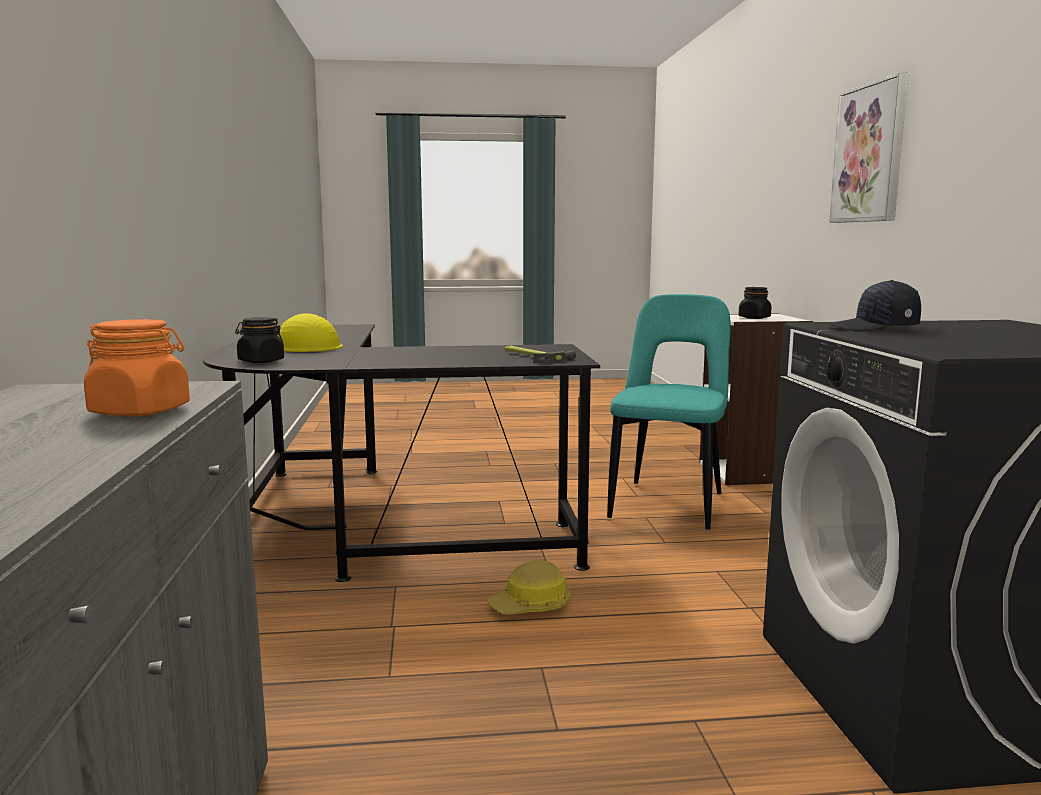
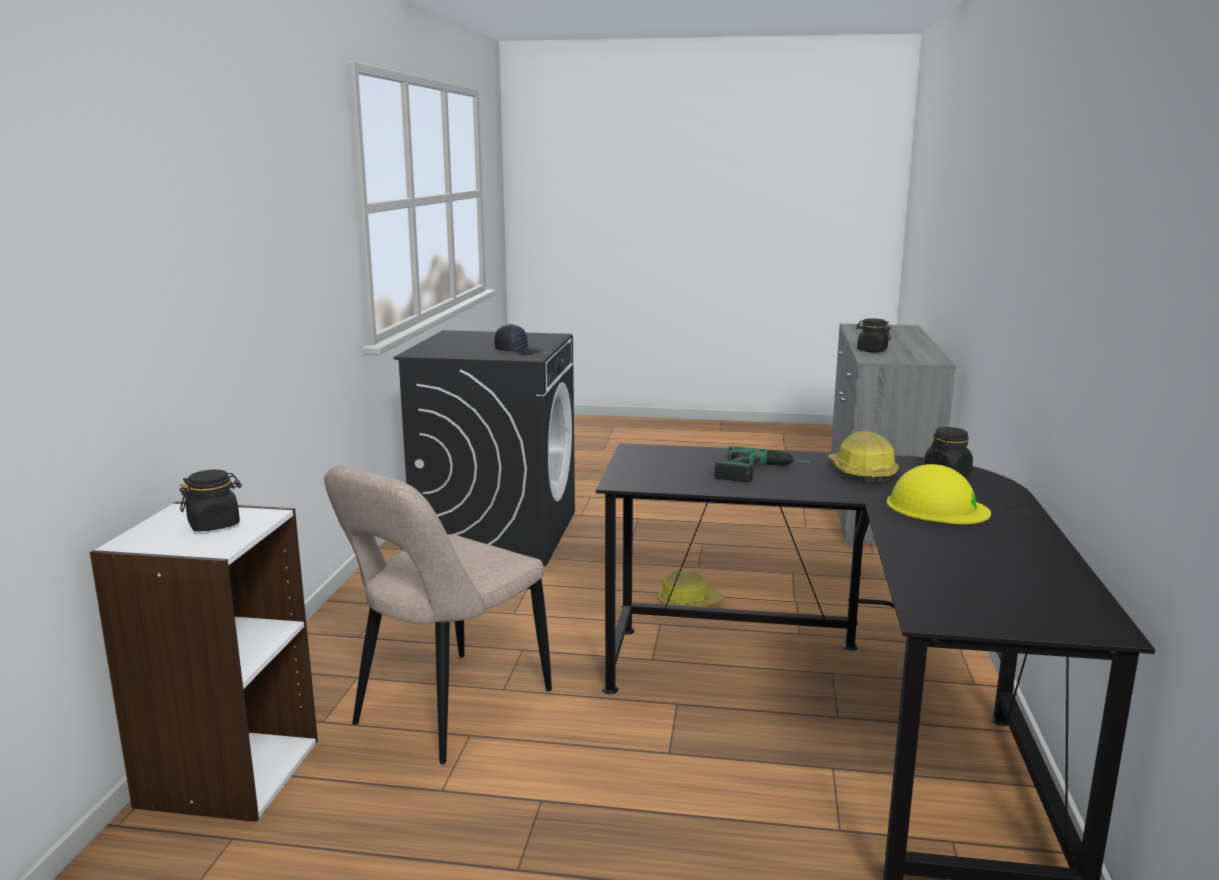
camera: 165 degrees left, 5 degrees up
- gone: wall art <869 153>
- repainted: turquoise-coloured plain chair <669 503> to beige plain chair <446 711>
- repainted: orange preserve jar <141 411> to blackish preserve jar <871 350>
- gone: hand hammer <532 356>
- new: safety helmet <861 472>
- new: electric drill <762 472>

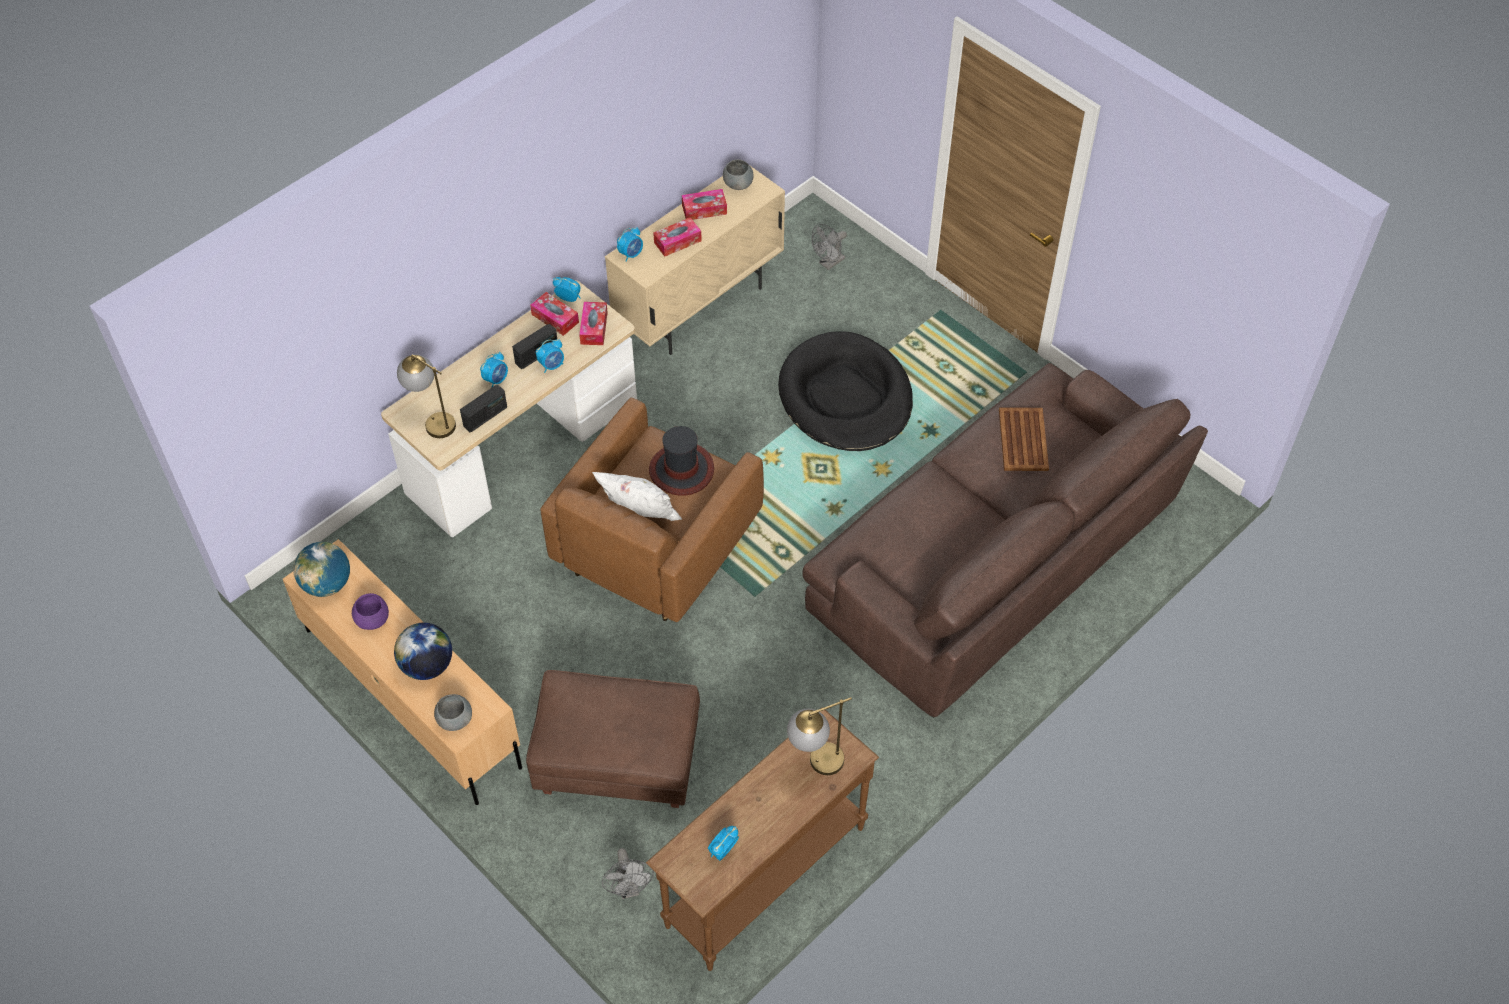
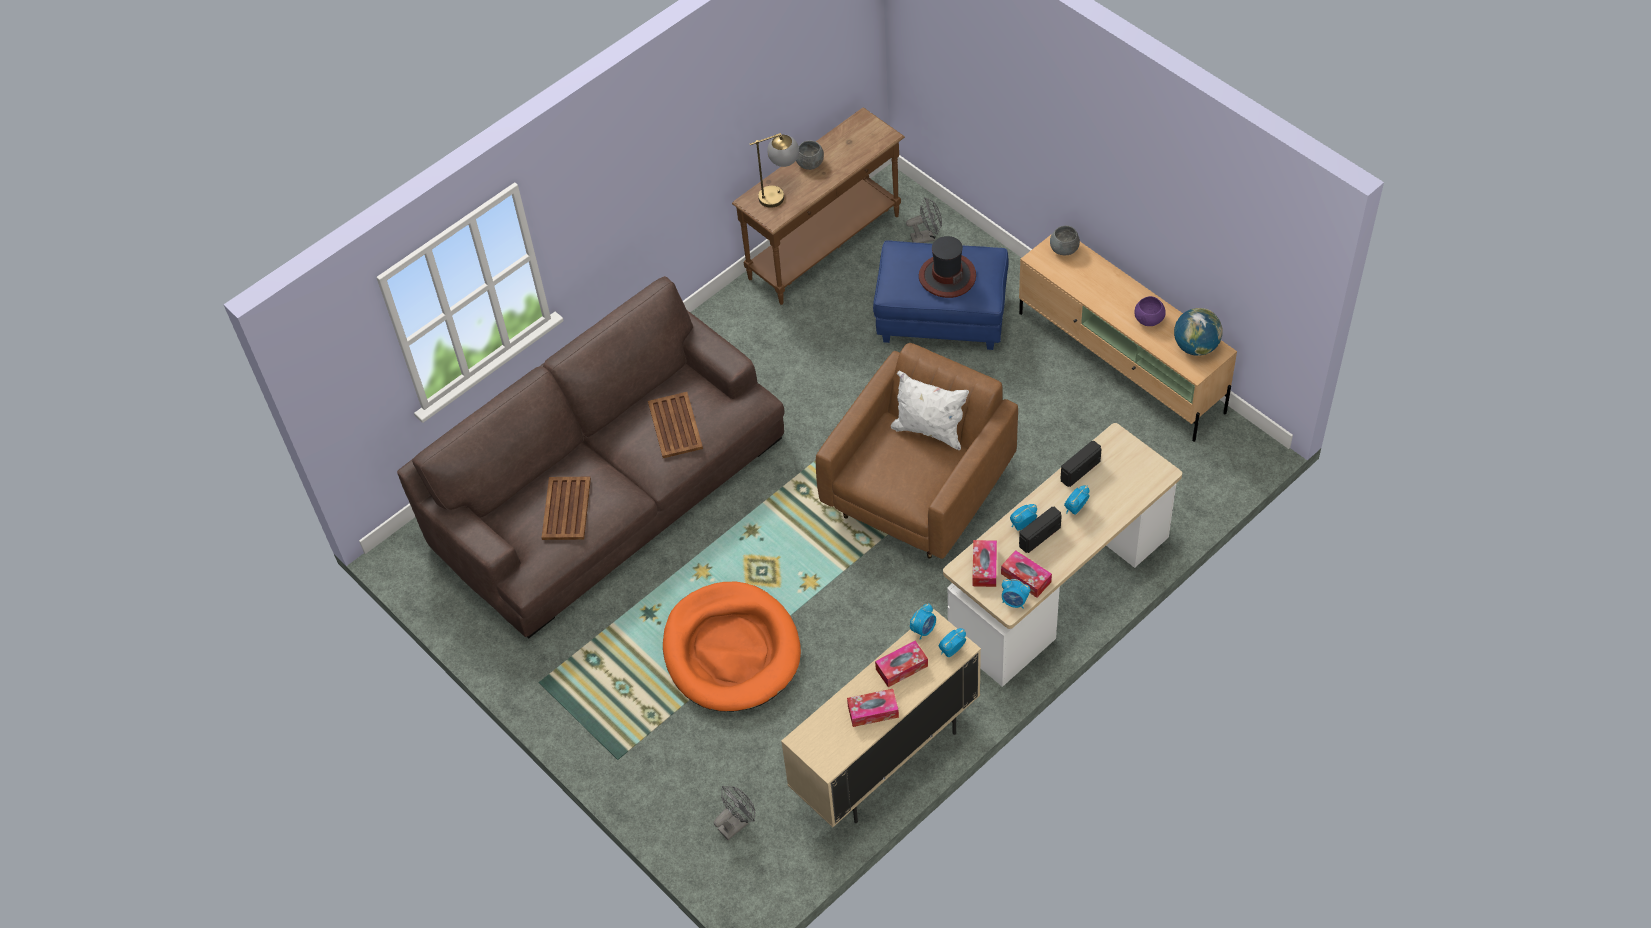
camera: 175 degrees left, 0 degrees up
- shifted: grey deep dish <738 184> to <810 164>
- repainted: blackish dog bed <845 397> to orange dog bed <731 650>
- gone: table lamp <432 421>
- shifted: clothing hat <681 470> to <947 276>
- gone: world globe <427 665>
- repainted: brown-coloured ottoman <618 762> to blue-coloured ottoman <941 319>
- shifted: table clock <723 851> to <923 629>
- rotated: grey cooling fan <629 888> = <926 237> 90 degrees clockwise
- new: brown-coloured carrying tray <675 425>

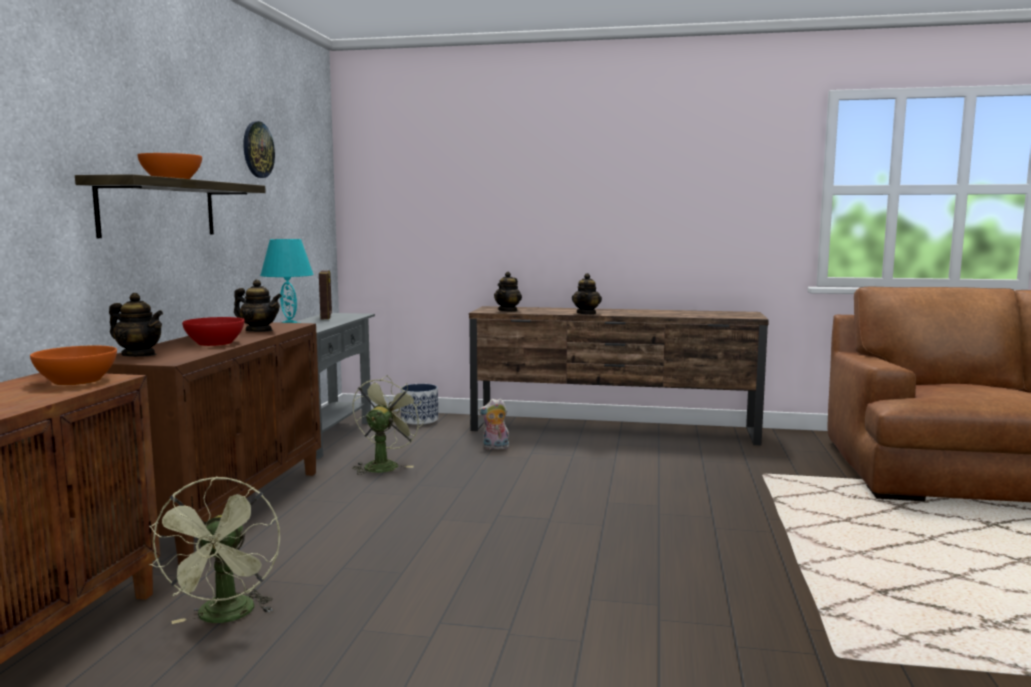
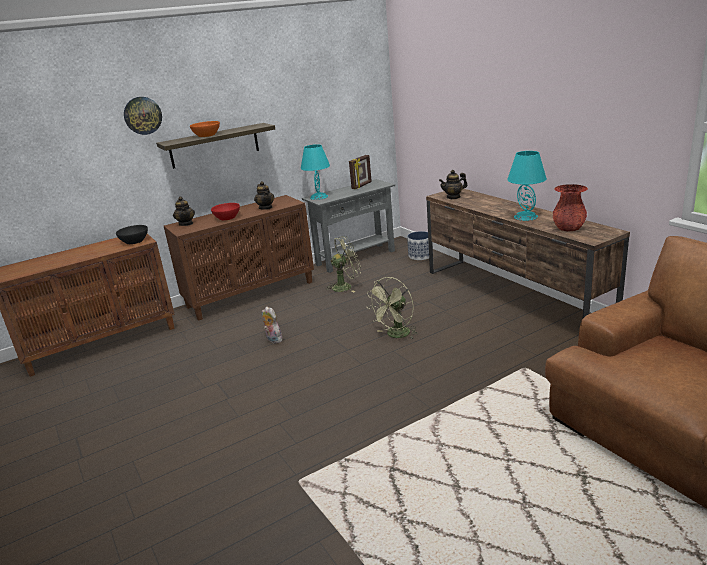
camera: 50 degrees right, 15 degrees up
- shifted: wall clock <257 149> to <142 115>
- gone: pot for tea <586 313>
- repainted: orange deep dish <77 381> to blackish deep dish <134 241>
- shifted: cuddly toy <495 448> to <273 340>
- shifted: green cooling fan <225 617> to <395 335>
- new: turquoise-coloured table lamp <525 217>
- new: red-coloured vase <568 228>

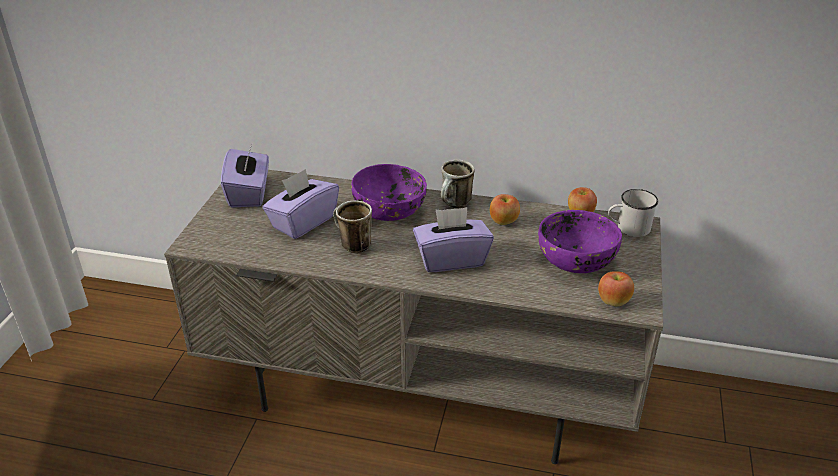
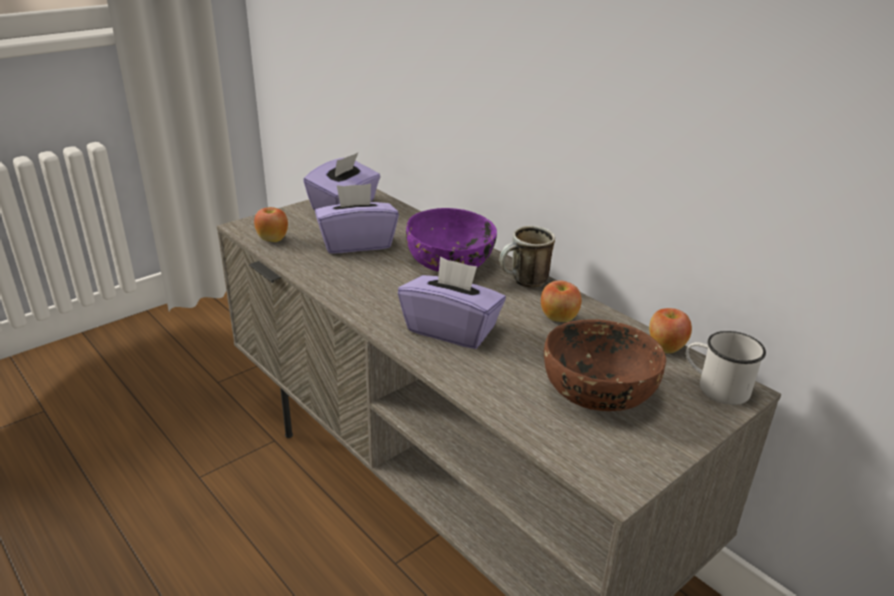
camera: 35 degrees right, 5 degrees down
- gone: mug <351 244>
- repainted: purple-coloured deep dish <576 259> to brown-coloured deep dish <599 390>
- shifted: whole apple <613 301> to <273 239>

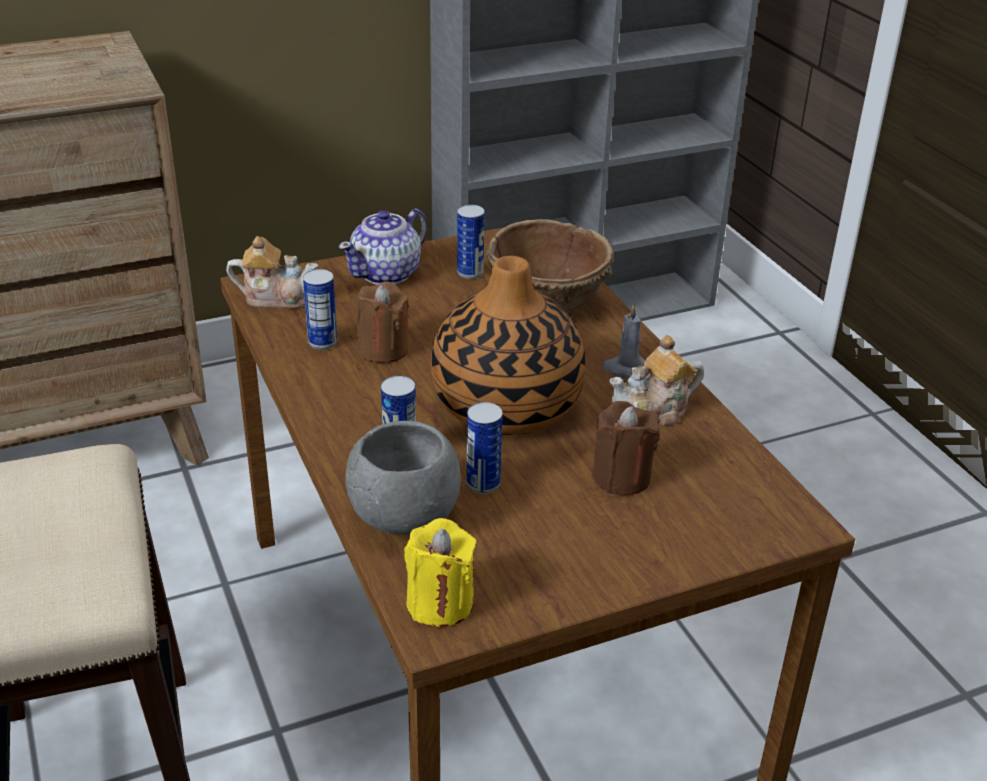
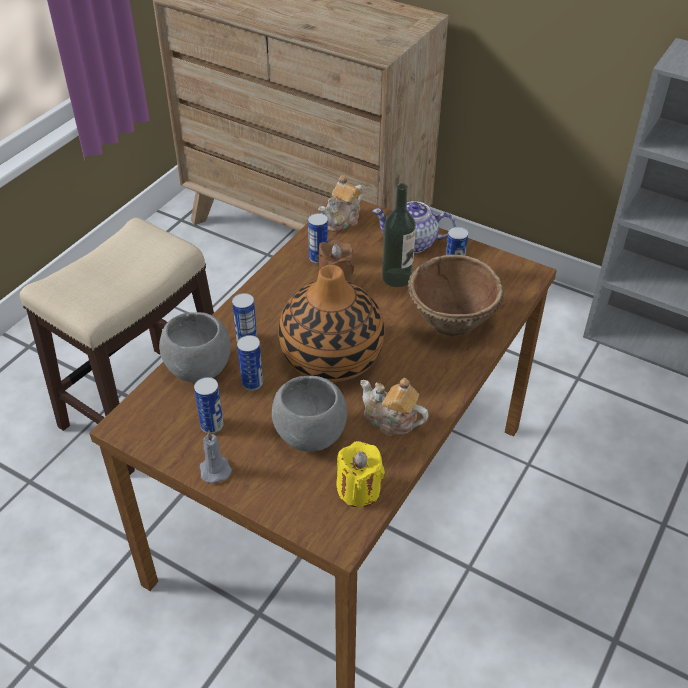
camera: 55 degrees right, 10 degrees up
- rotated: pot for tea <276 297> = <342 220> 75 degrees clockwise
- shifted: grey wax light <625 369> to <214 469>
- swapped: brown-coloured wax light <621 477> to grey deep dish <310 435>
- shifted: yellow wax light <440 603> to <359 490>
- new: bottle <397 277>
- new: sealed can <212 426>

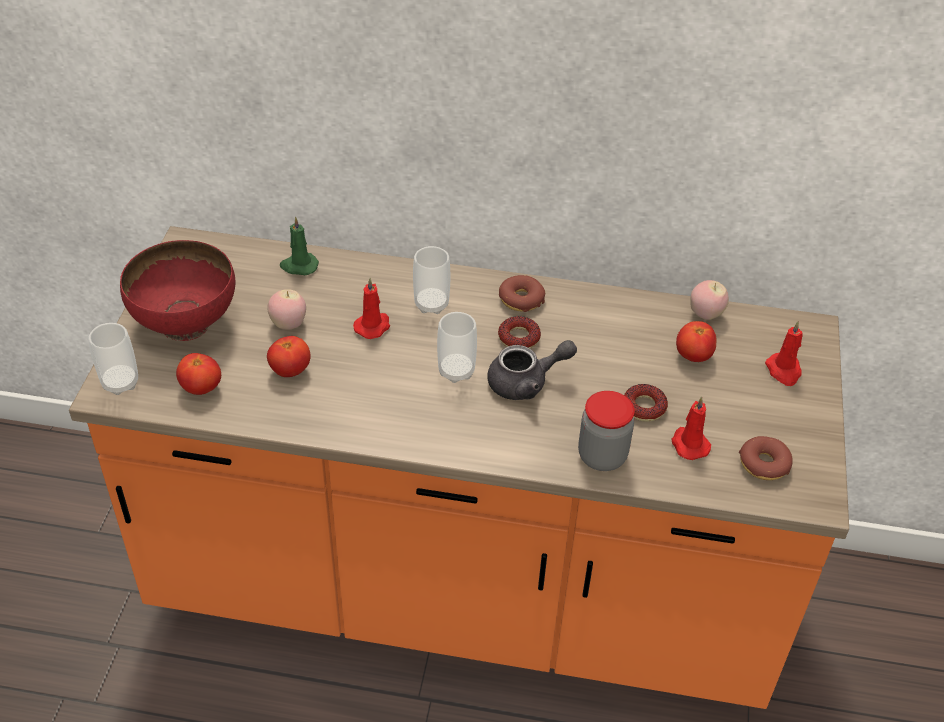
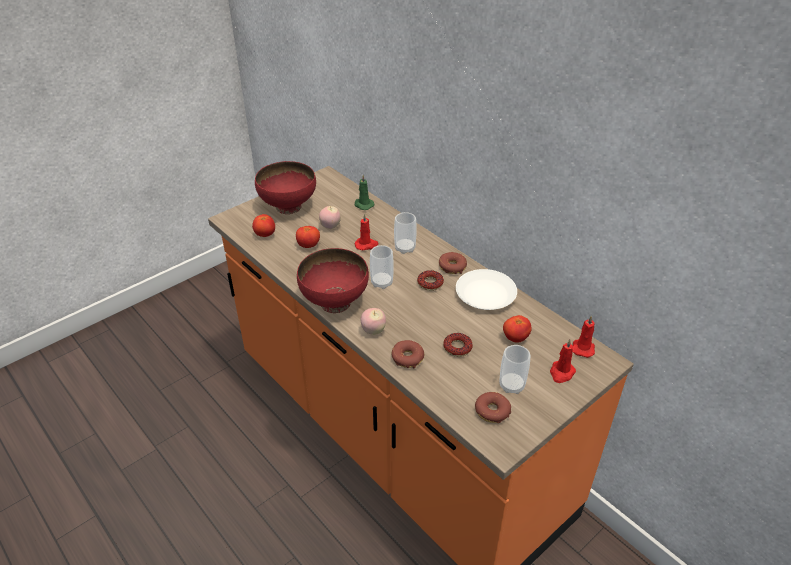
camera: 40 degrees right, 5 degrees down
- shifted: whole apple <705 314> to <373 331>
- shifted: cup <120 383> to <511 385>
- gone: grey pot for tea <526 382>
- swapped: preserve jar <602 456> to doughnut <407 358>
- shifted: red-coloured wax light <689 444> to <583 348>
- new: red-coloured deep dish <334 302>
- new: whitish flat dish <484 294>

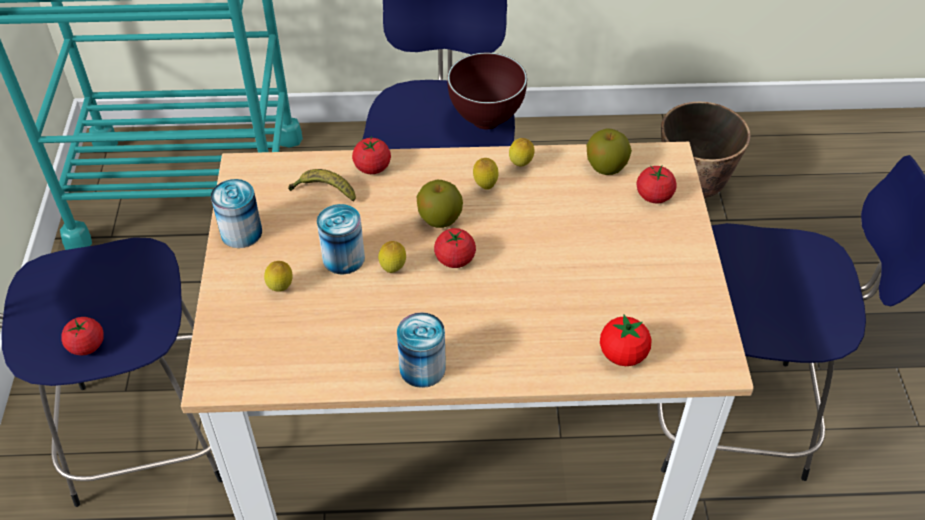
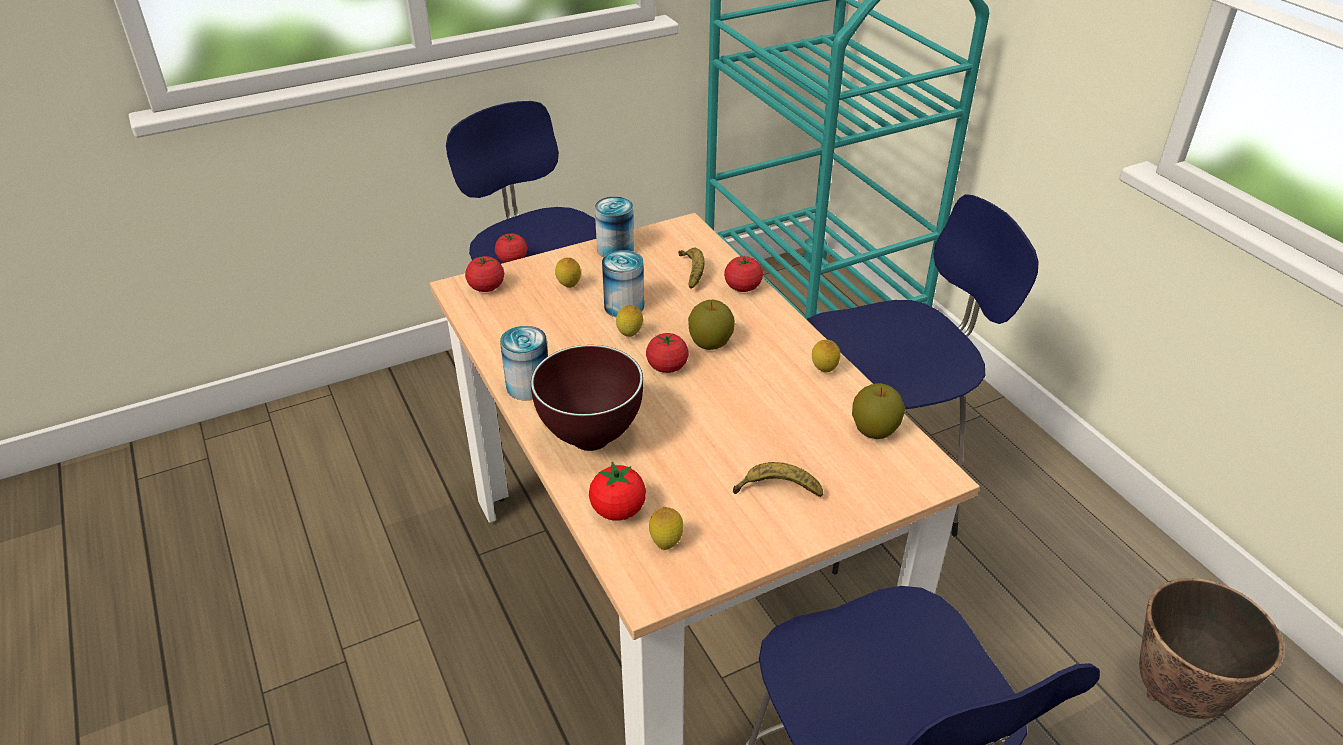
camera: 65 degrees right, 10 degrees down
- shifted: brown-coloured deep dish <485 120> to <592 437>
- shifted: whole lemon <485 186> to <666 544>
- shifted: whole tomato <654 196> to <486 287>
- new: banana <777 489>

